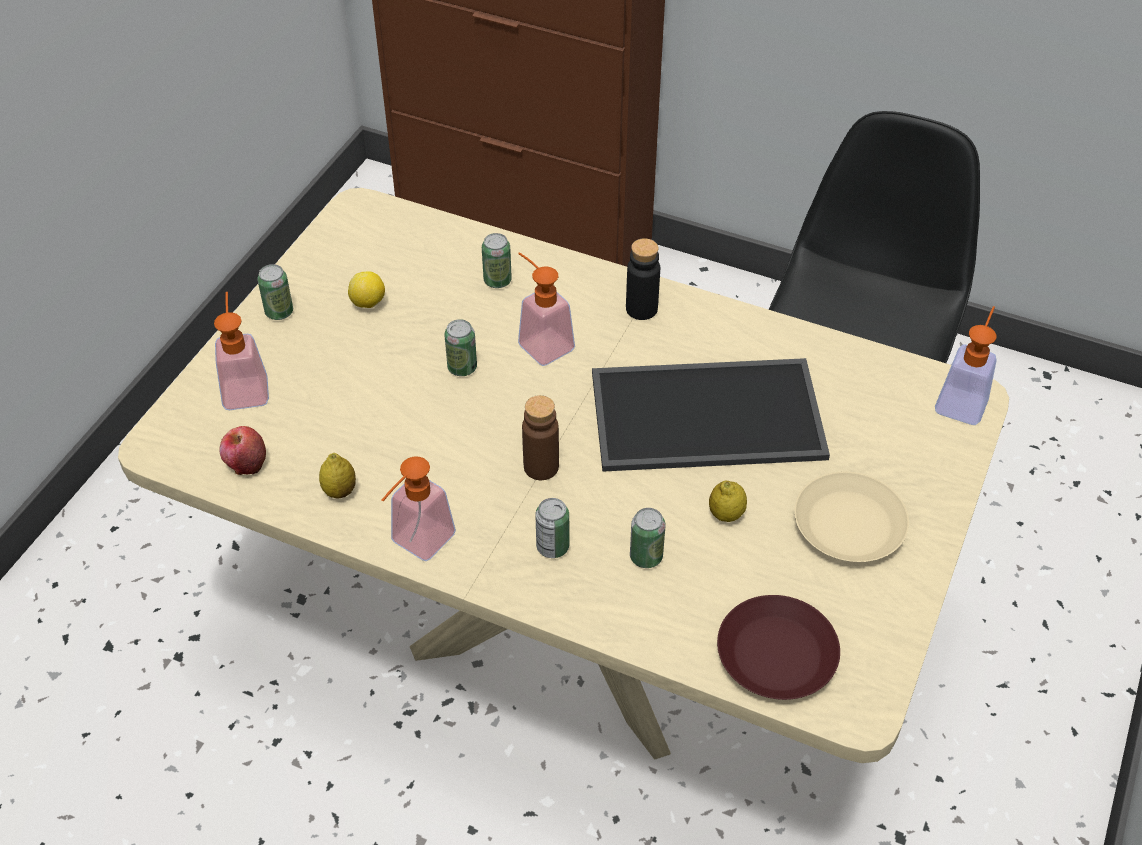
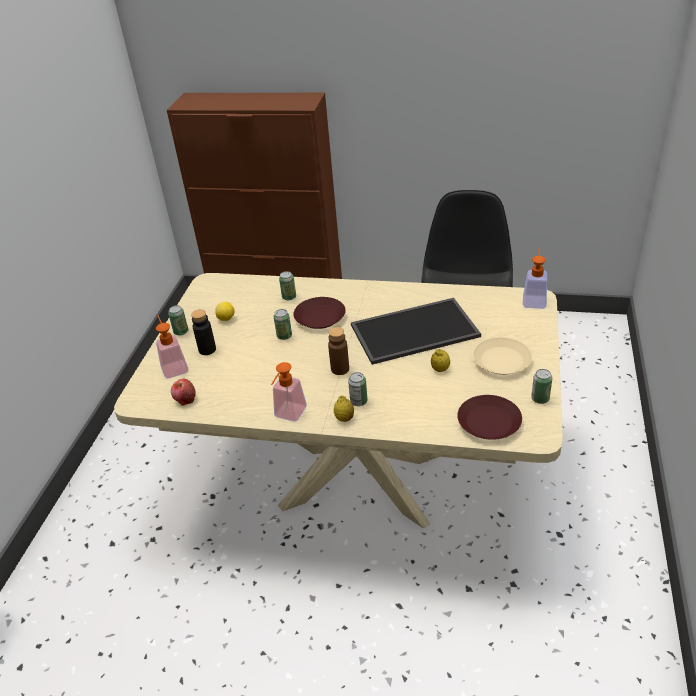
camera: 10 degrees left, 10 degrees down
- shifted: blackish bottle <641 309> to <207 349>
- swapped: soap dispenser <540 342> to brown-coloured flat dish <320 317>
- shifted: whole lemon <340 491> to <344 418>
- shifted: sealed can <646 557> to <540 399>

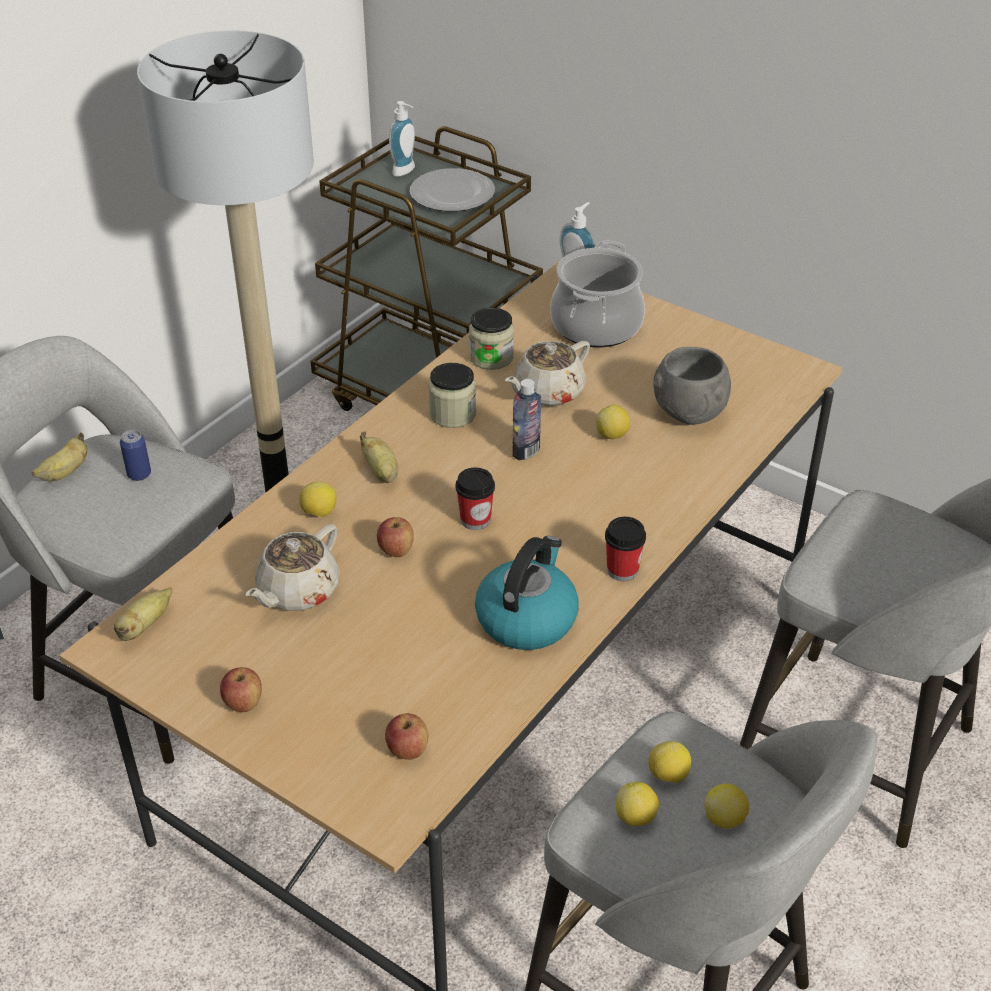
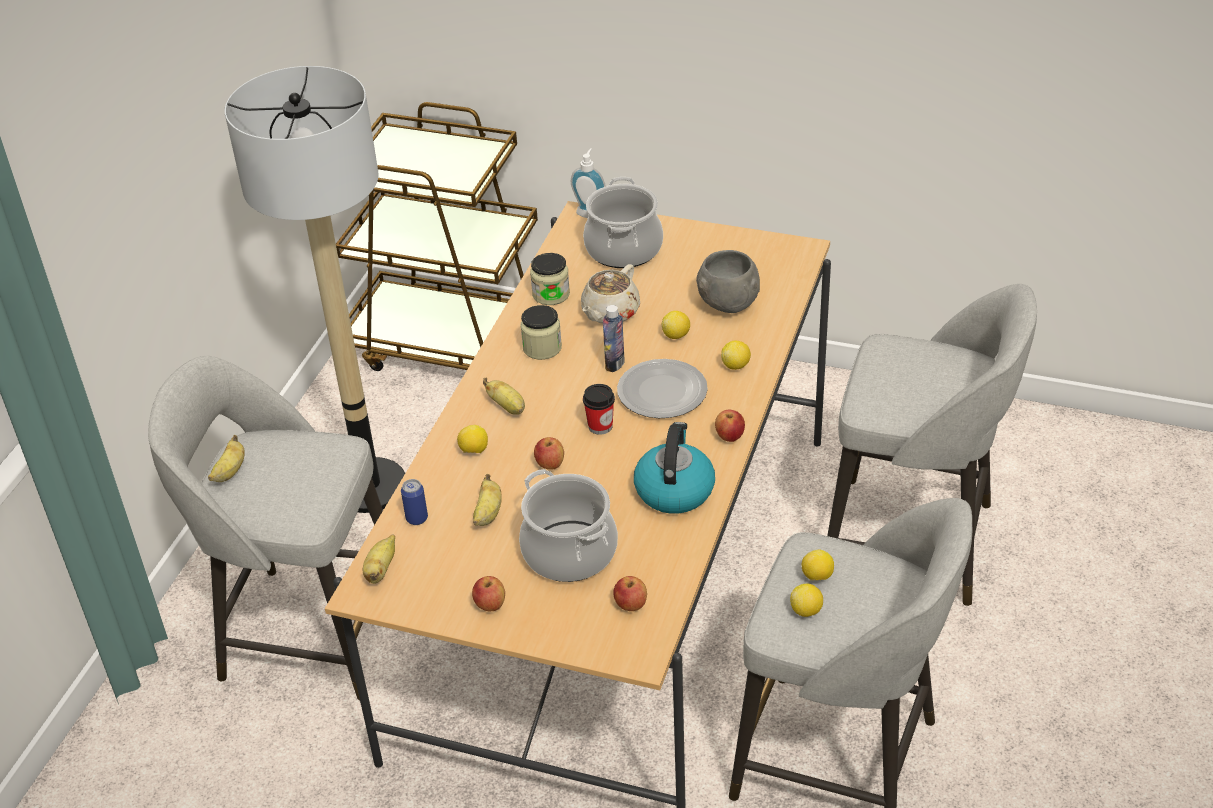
camera: 15 degrees left, 0 degrees up
- gone: soap dispenser <406 171>
- shifted: flat dish <453 193> to <662 391>
- shifted: sealed can <139 474> to <417 518>
- swapped: cup <622 570> to whole apple <729 436>
- swapped: beige pot for tea <297 591> to banana <488 514>
- shifted: whole lemon <724 818> to <736 365>
- new: stockpot <570 552>

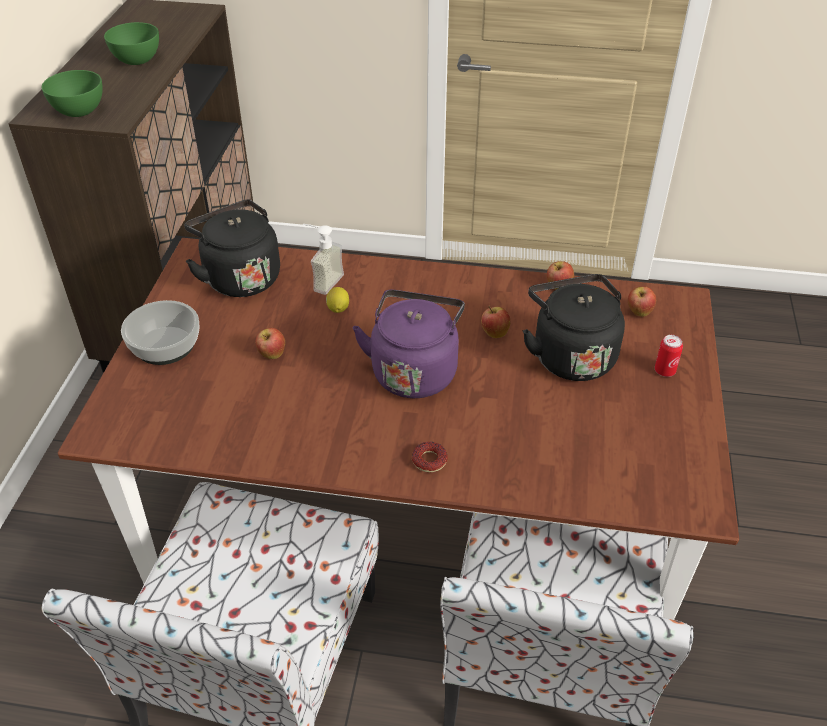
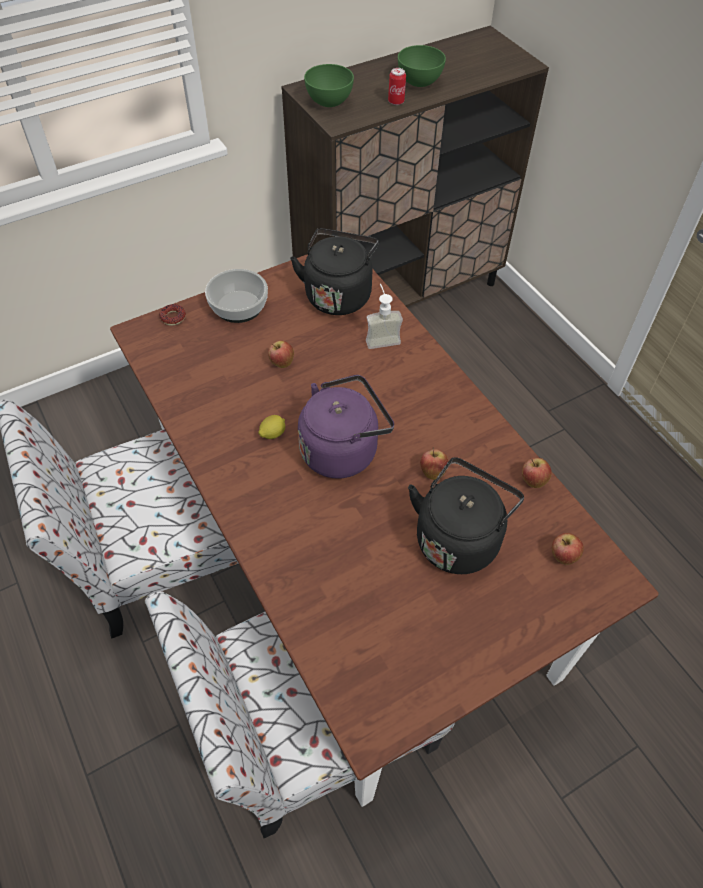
camera: 50 degrees right, 10 degrees up
- shifted: whole lemon <338 309> to <272 434>
- shifted: sealed can <664 371> to <396 101>
- shifted: doughnut <429 460> to <173 317>

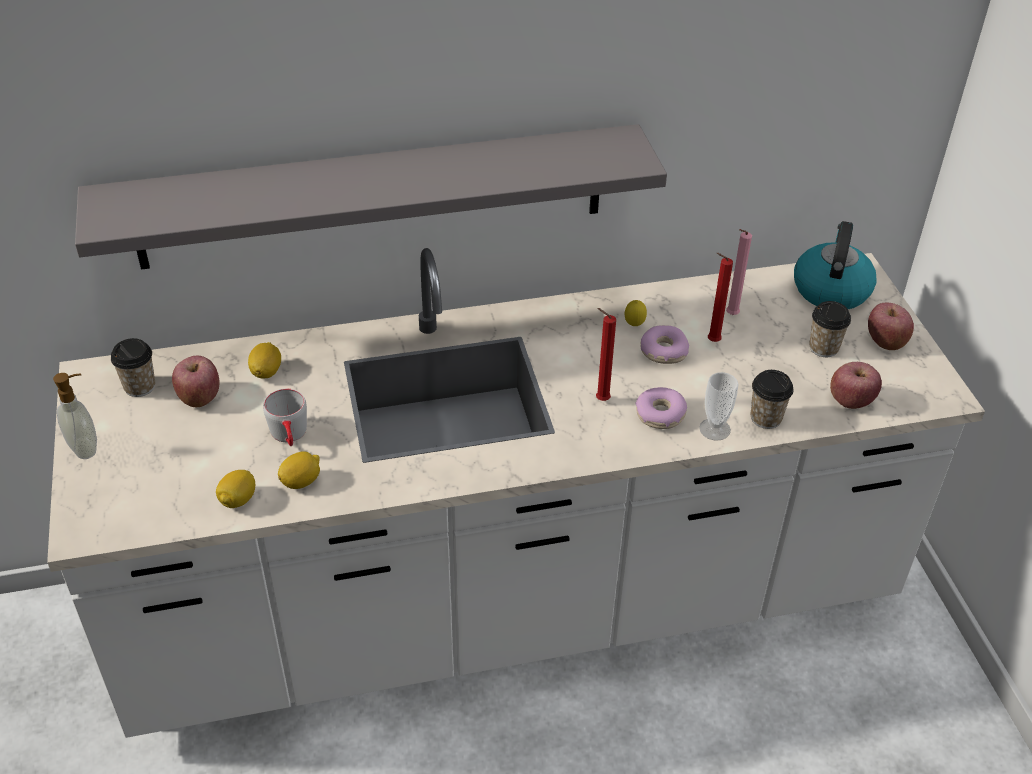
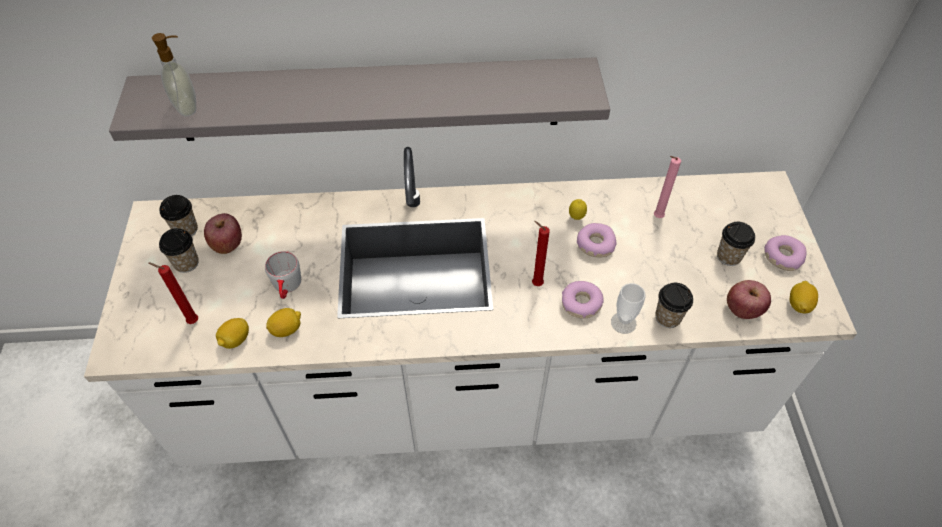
camera: 10 degrees right, 10 degrees up
- gone: kettle <830 289>
- shifted: red-coloured wax light <711 341> to <191 321>
- swapped: whole apple <885 342> to doughnut <782 256>
- shifted: whole lemon <266 371> to <799 304>
- shifted: soap dispenser <85 448> to <188 107>
- new: cup <186 263>

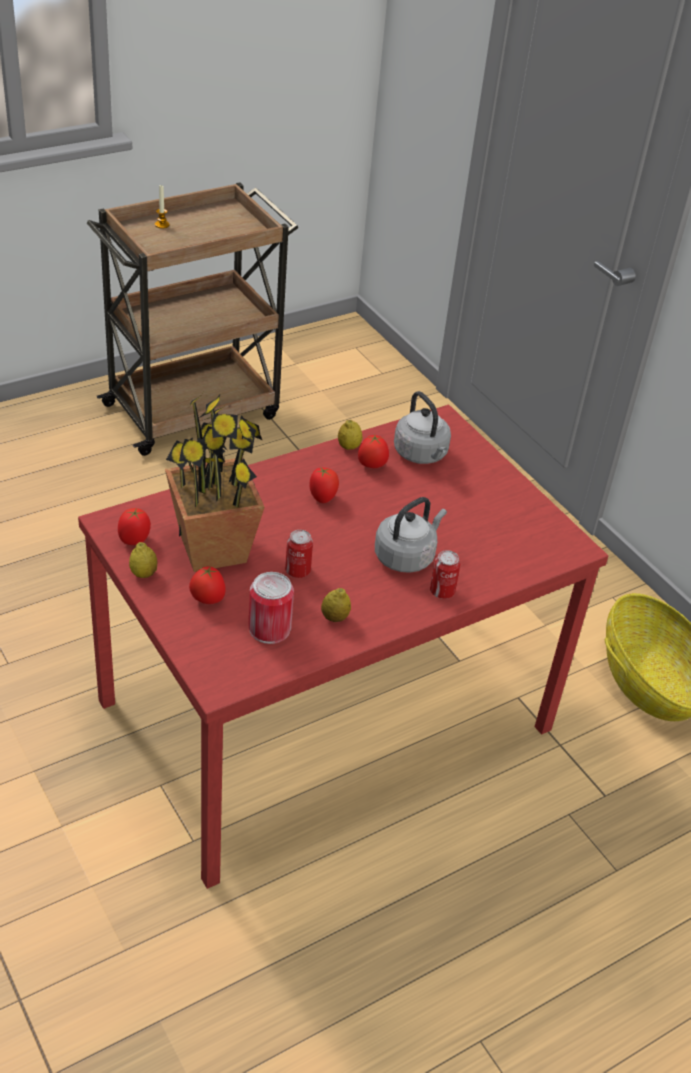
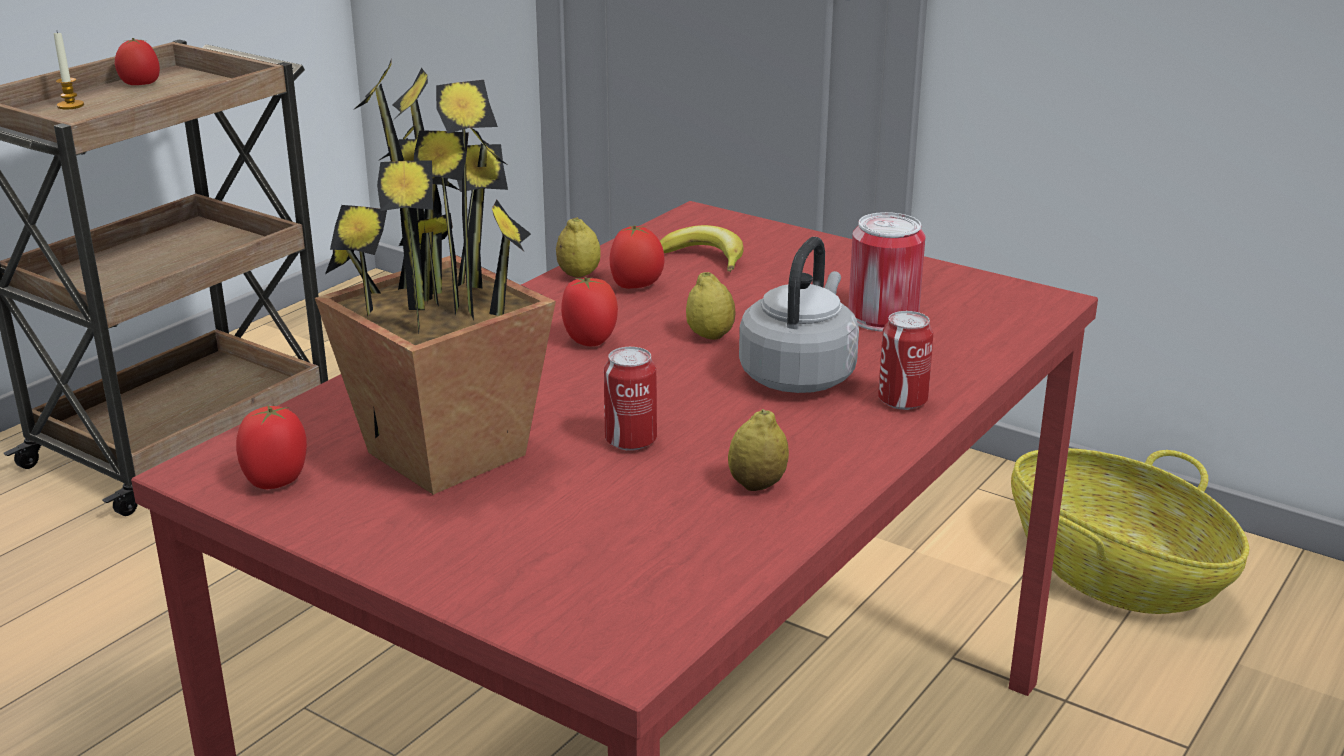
camera: 20 degrees left, 15 degrees down
- swapped: grey kettle <422 455> to banana <704 258>
- shifted: whole lemon <143 574> to <710 336>
- shifted: whole tomato <207 600> to <140 85>
- shifted: sealed can <269 628> to <883 317>

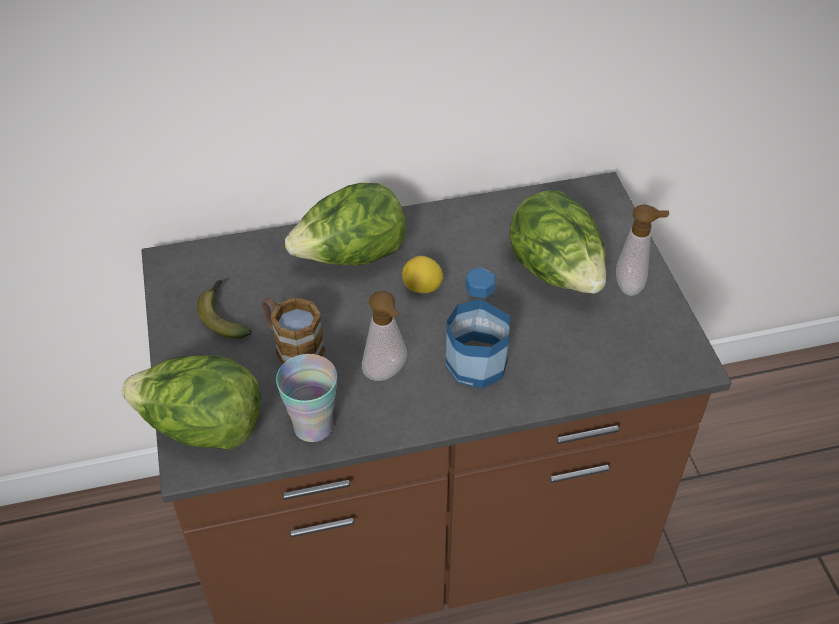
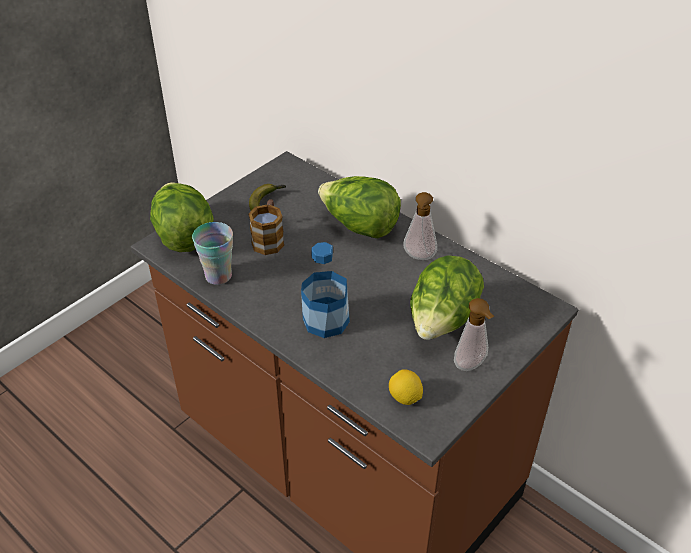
camera: 55 degrees right, 5 degrees down
- shifted: whole lemon <422 288> to <405 397>
- shifted: soap dispenser <387 374> to <418 257>

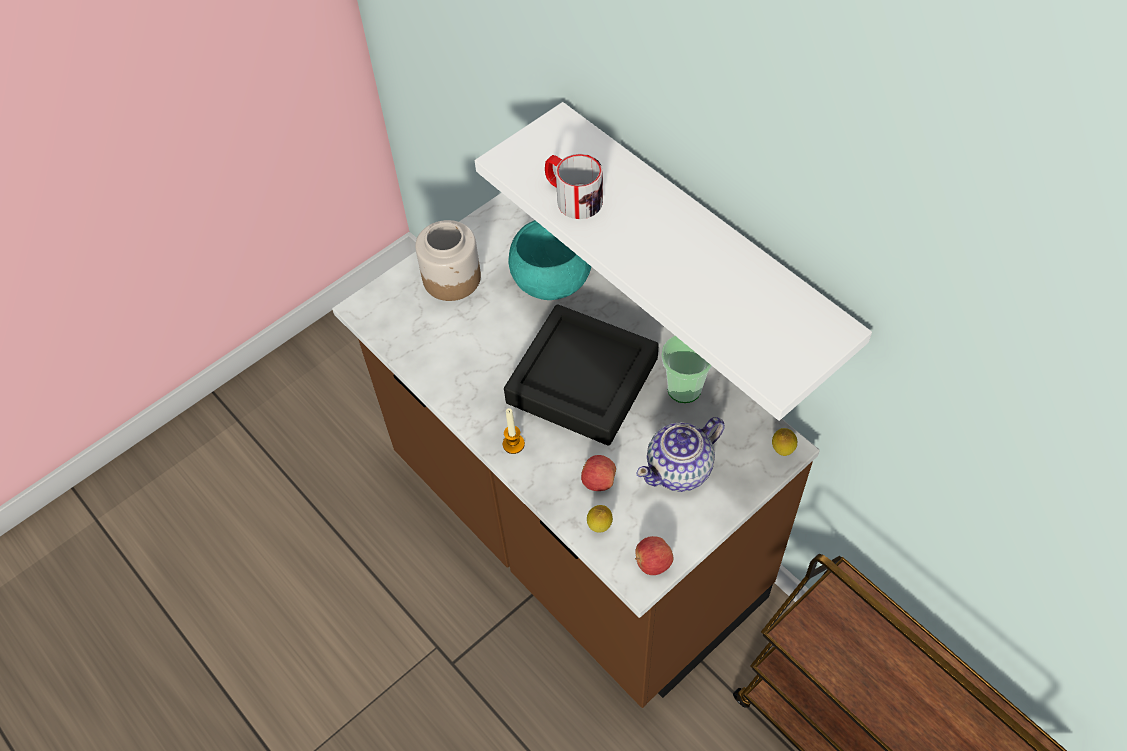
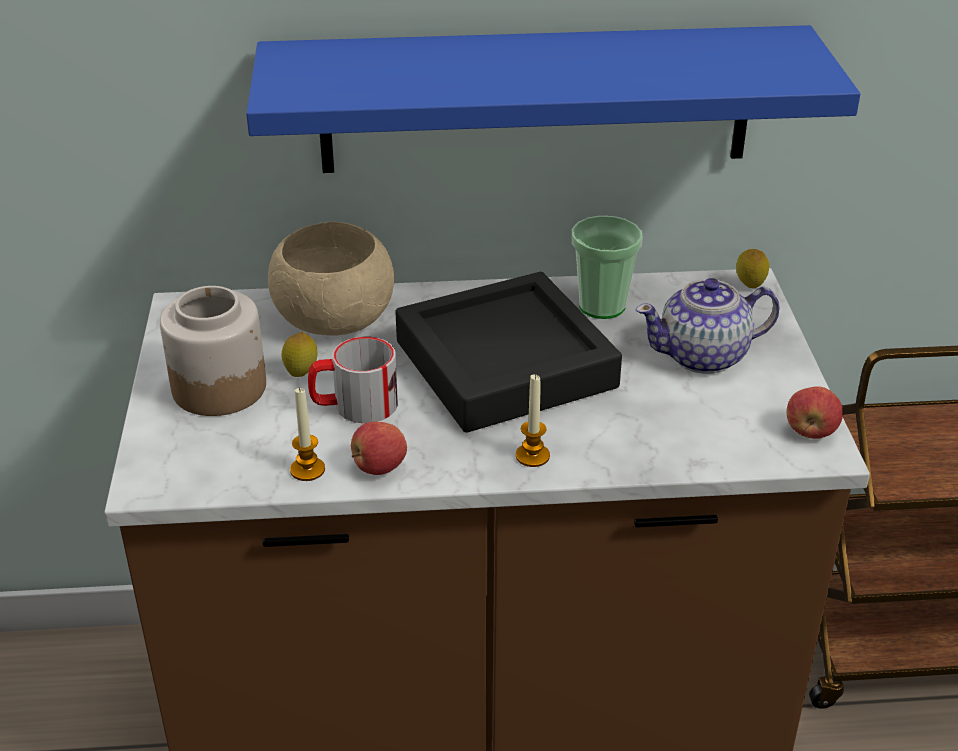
camera: 55 degrees left, 20 degrees down
- repainted: whitish wall shelf <701 242> to blue-coloured wall shelf <535 100>
- shifted: mug <572 197> to <354 405>
- repainted: turquoise-coloured deep dish <552 279> to beige deep dish <335 319>
- rotated: pot for tea <680 469> = <704 356> 75 degrees clockwise
- shifted: whole apple <598 481> to <379 467>
- shifted: whole lemon <599 527> to <301 374>
- new: wax light <307 470>

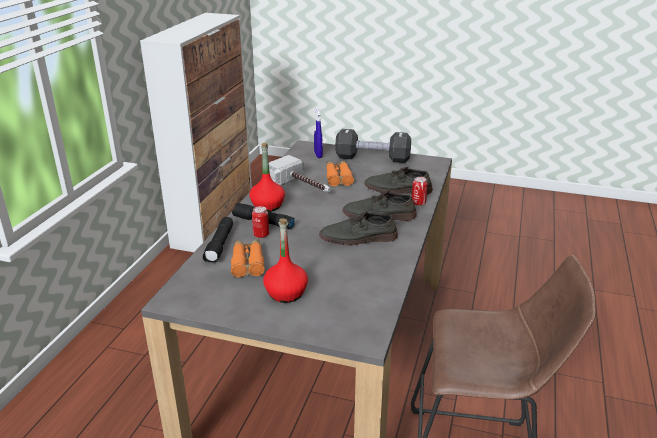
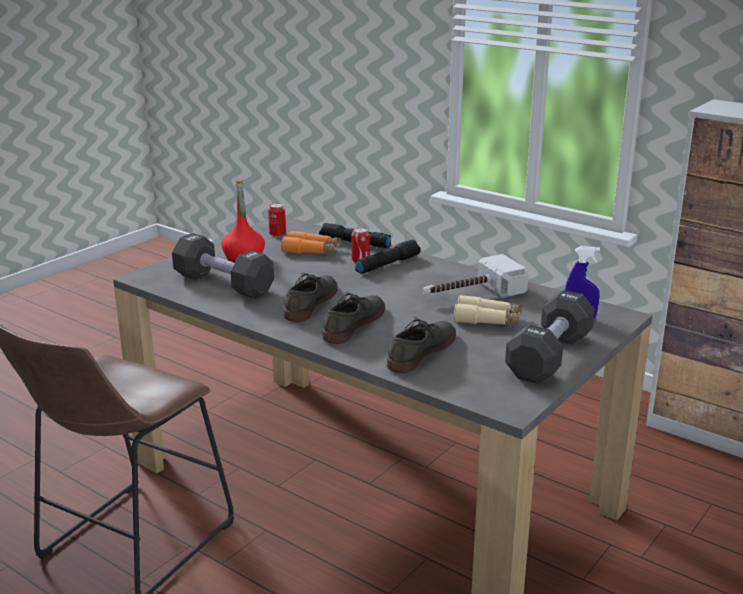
camera: 110 degrees right, 5 degrees down
- gone: red-coloured bottle <267 206>
- repainted: orange pair of binoculars <338 177> to beige pair of binoculars <487 320>
- shifted: sealed can <418 203> to <277 234>
- new: blackish hand weight <223 284>

